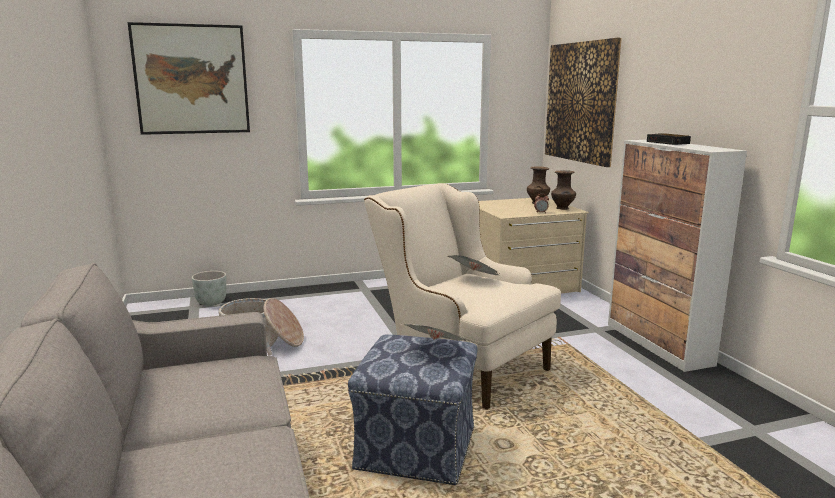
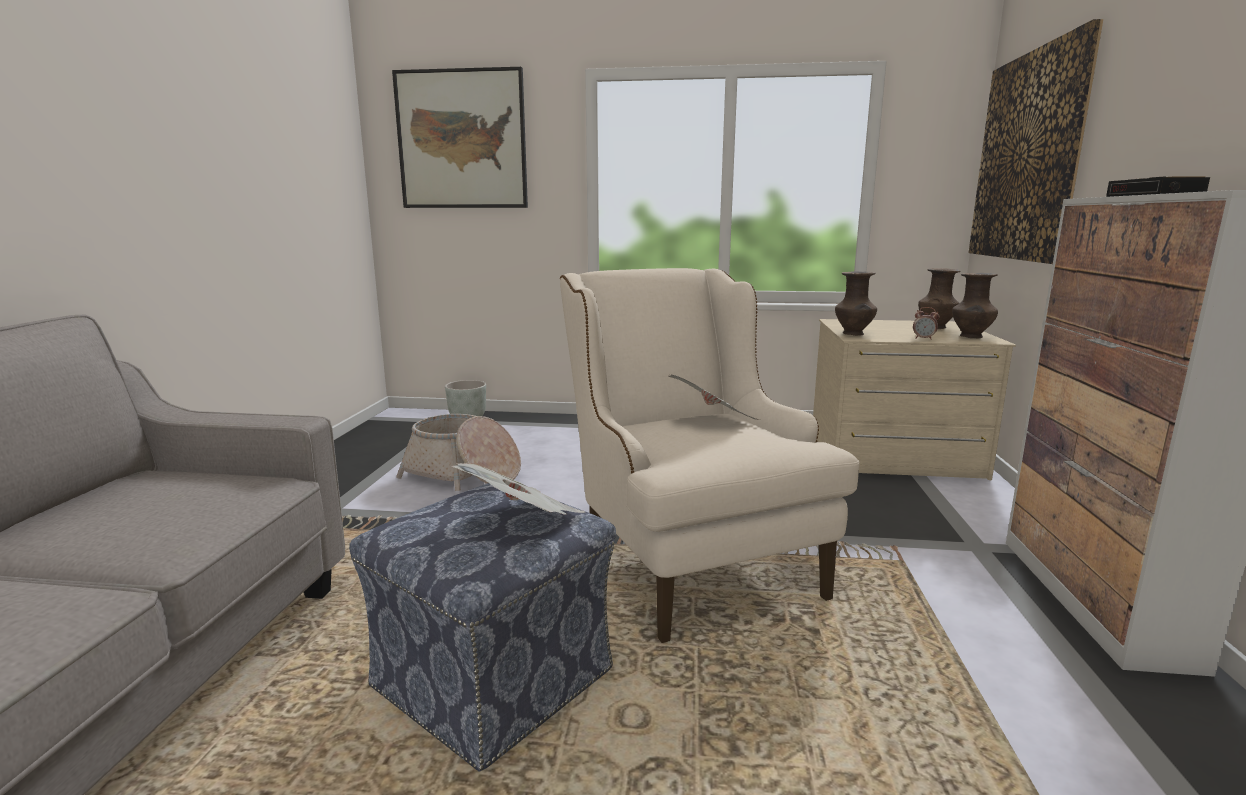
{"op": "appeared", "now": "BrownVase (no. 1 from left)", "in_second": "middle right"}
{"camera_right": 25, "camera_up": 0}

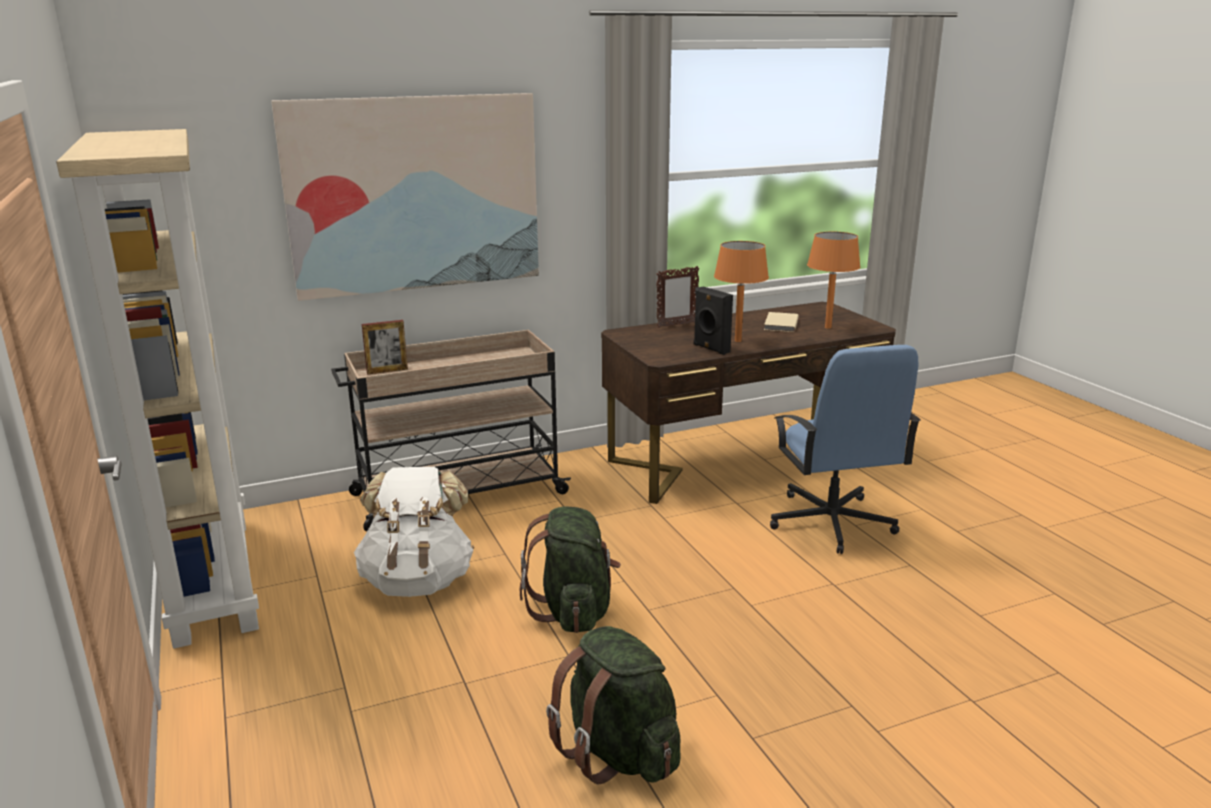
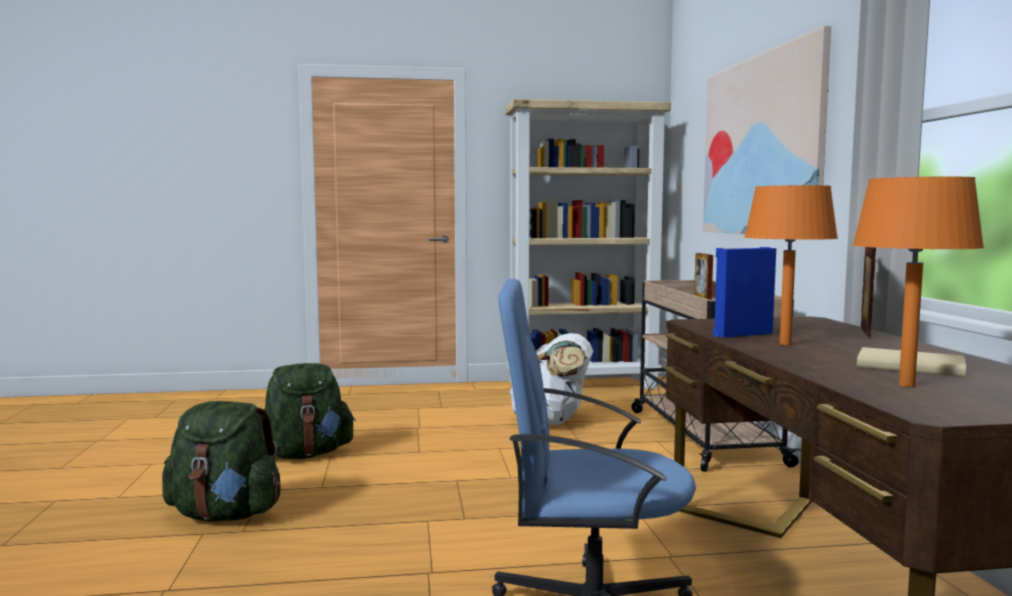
{"op": "spun", "was": "PictureFrame (no. 2 from left)", "in_first": "centre", "in_second": "middle right", "clockwise": -150}
{"op": "colour", "was": "BlackSpeaker", "now": "BlueSpeaker", "in_first": "centre", "in_second": "middle right"}
{"op": "relocated", "was": "GreenBackpack (no. 1 from left)", "in_first": "bottom centre", "in_second": "bottom left"}
{"camera_right": 105, "camera_up": -15}

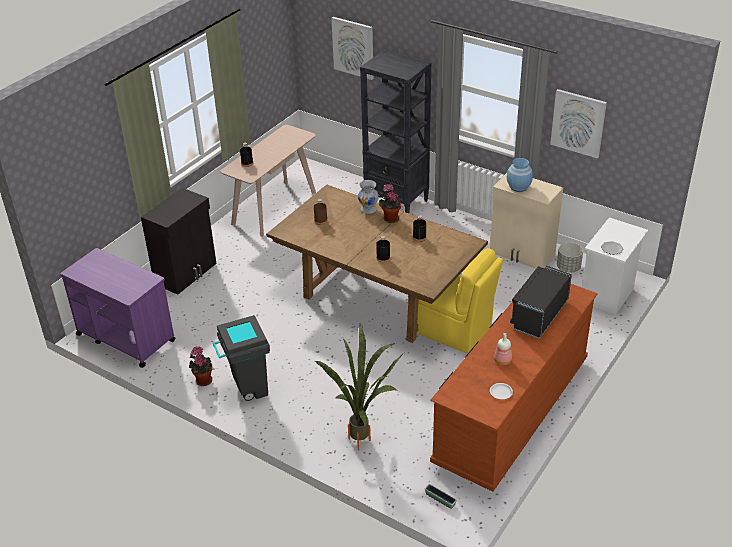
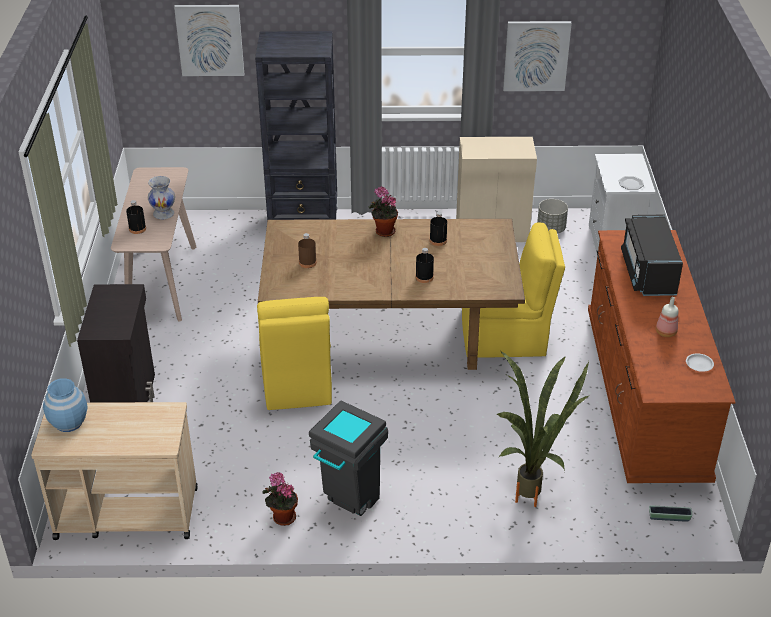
{"op": "relocated", "was": "BlueVase", "in_first": "top right", "in_second": "middle left"}
{"op": "relocated", "was": "WhiteVase", "in_first": "centre", "in_second": "top left"}
{"op": "colour", "was": "PurpleCart", "now": "BeigeCart", "in_first": "middle left", "in_second": "bottom left"}
{"op": "appeared", "now": "YellowChair (no. 1 from left)", "in_second": "centre"}
{"camera_right": -35, "camera_up": 0}

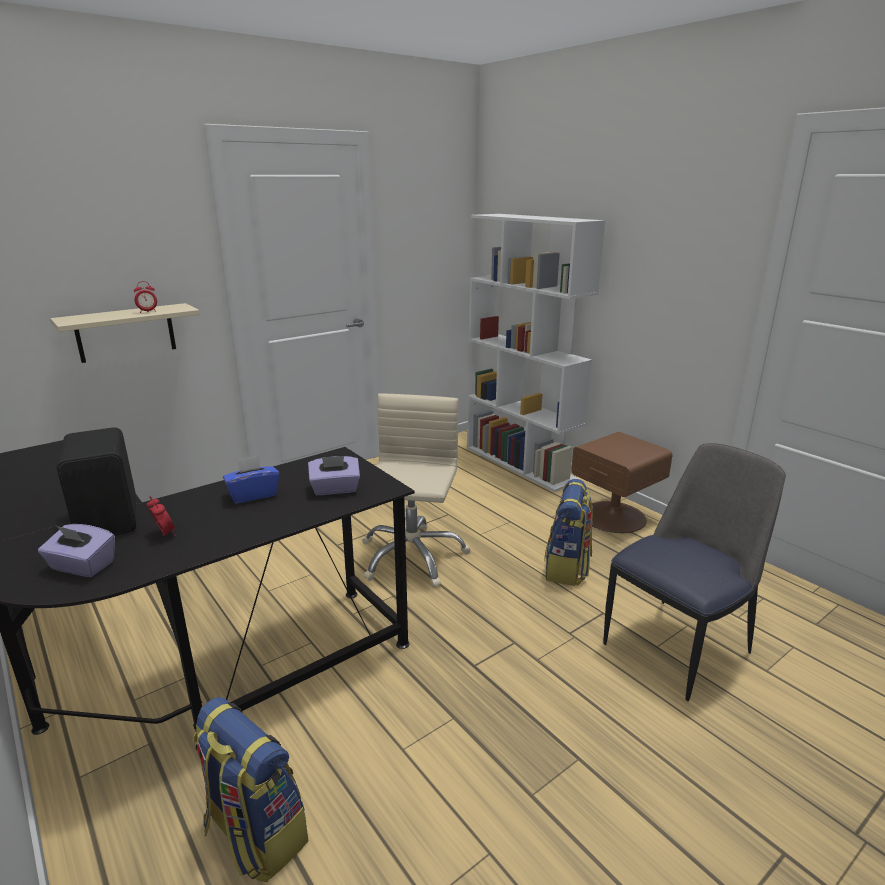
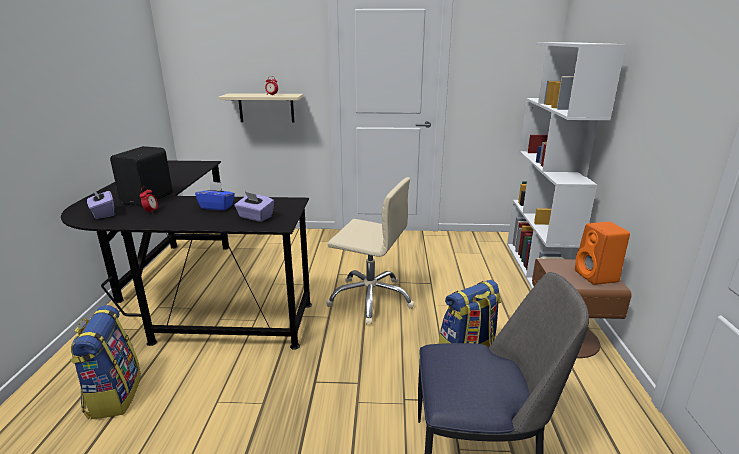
{"op": "spun", "was": "BeigeOfficeChair", "in_first": "centre", "in_second": "centre", "clockwise": 60}
{"op": "appeared", "now": "OrangeSpeaker", "in_second": "middle right"}
{"camera_right": 40, "camera_up": 0}

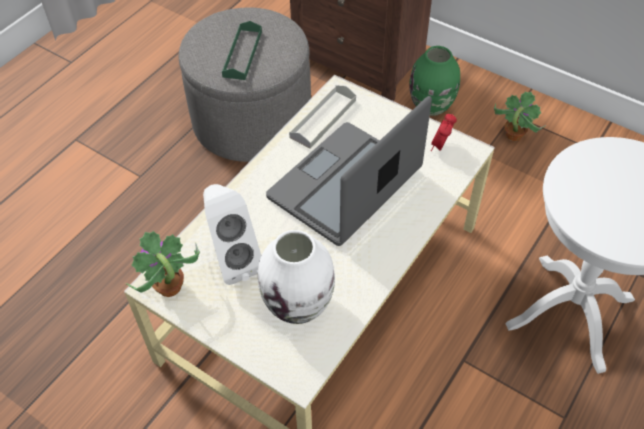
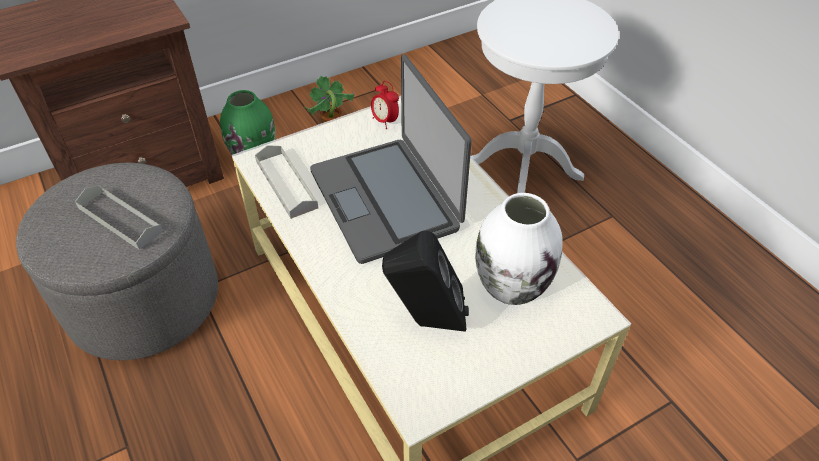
{"op": "colour", "was": "GreenTray", "now": "GreyTray (no. 1 from left)", "in_first": "top centre", "in_second": "middle left"}
{"op": "colour", "was": "WhiteSpeaker", "now": "BlackSpeaker", "in_first": "centre", "in_second": "centre"}
{"op": "missing", "was": "PottedPlant (no. 1 from left)", "in_first": "middle left"}
{"camera_right": -65, "camera_up": -5}

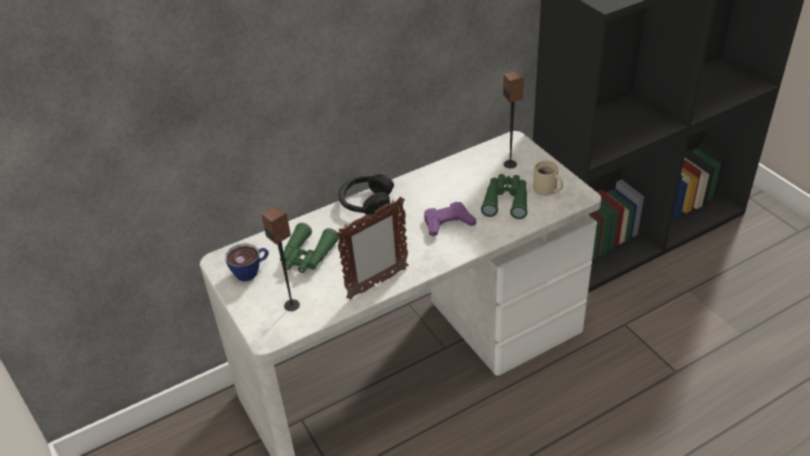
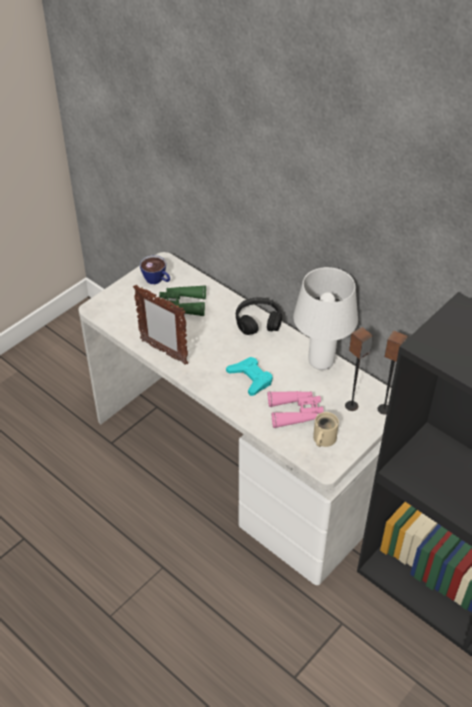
{"op": "colour", "was": "GreenBinoculars (no. 2 from left)", "now": "PinkBinoculars", "in_first": "centre", "in_second": "centre"}
{"op": "colour", "was": "PurpleGameController", "now": "TurquoiseGameController", "in_first": "centre", "in_second": "centre"}
{"op": "relocated", "was": "Speaker (no. 1 from left in the first image)", "now": "Speaker (no. 2 from left)", "in_first": "centre", "in_second": "middle right"}
{"op": "appeared", "now": "WhiteTableLamp", "in_second": "middle right"}
{"camera_right": 70, "camera_up": 5}

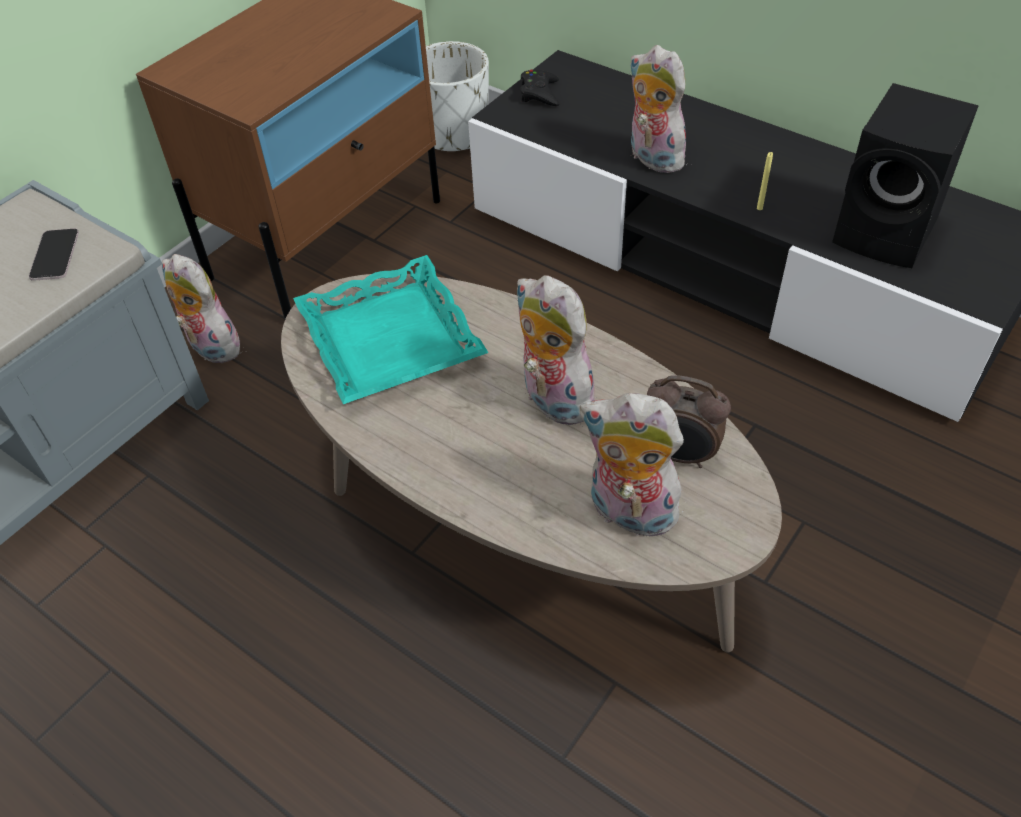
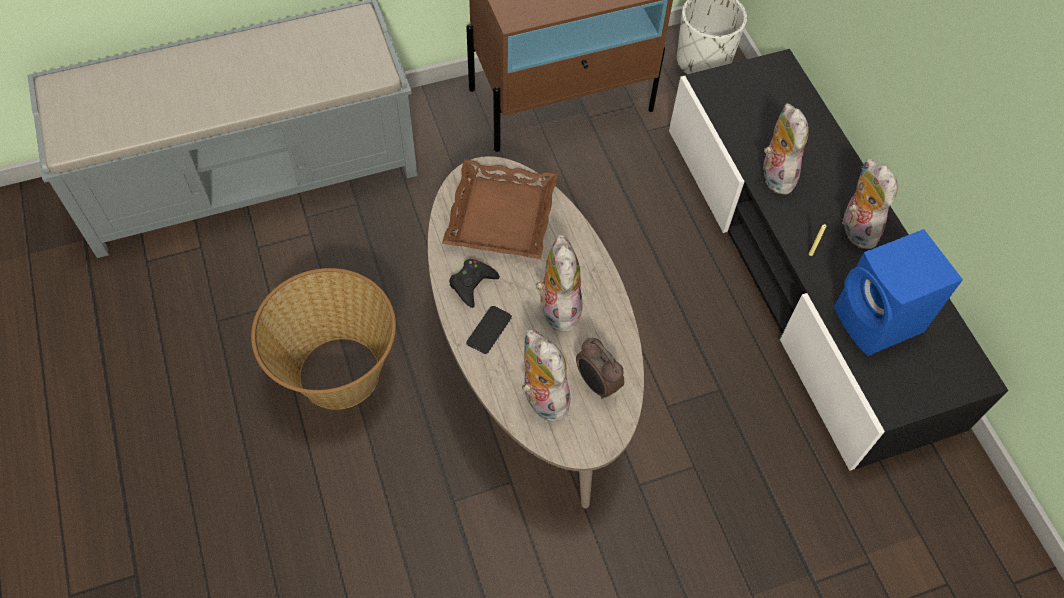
{"op": "relocated", "was": "BlackGameController", "in_first": "top centre", "in_second": "centre"}
{"op": "colour", "was": "BlackSpeaker", "now": "BlueSpeaker", "in_first": "top right", "in_second": "middle right"}
{"op": "relocated", "was": "Phone", "in_first": "top left", "in_second": "centre"}
{"op": "relocated", "was": "PlushToy (no. 1 from left in the first image)", "now": "PlushToy (no. 4 from left)", "in_first": "middle left", "in_second": "middle right"}
{"op": "colour", "was": "TurquoiseTray", "now": "BrownTray", "in_first": "centre", "in_second": "centre"}
{"op": "appeared", "now": "Basket", "in_second": "middle left"}
{"camera_right": 30, "camera_up": 10}

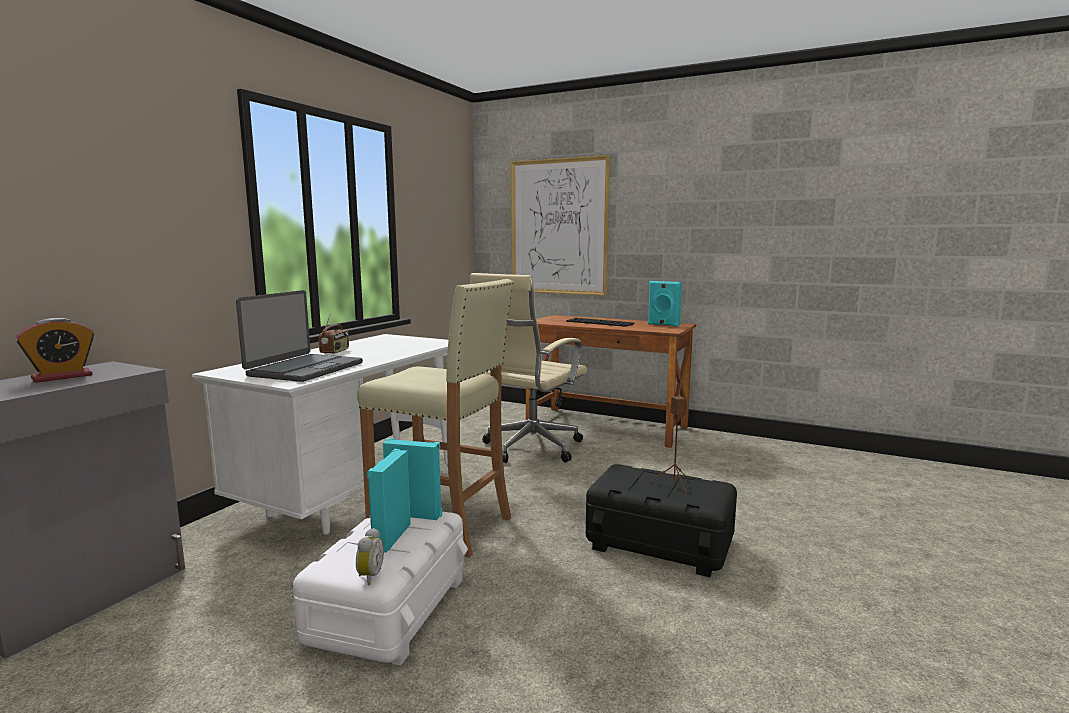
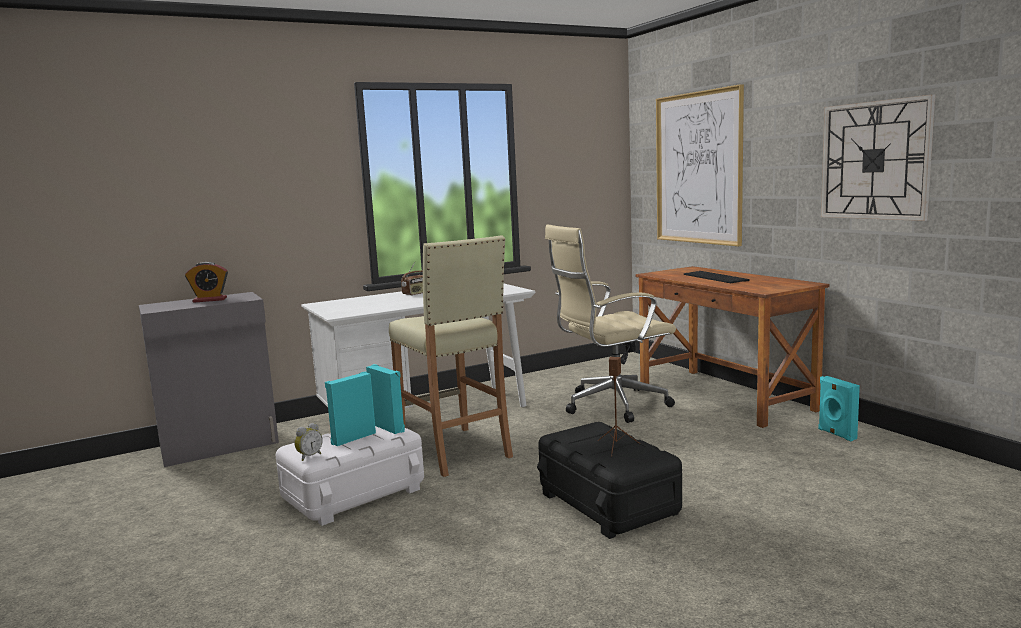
{"op": "relocated", "was": "TurquoiseSpeaker (no. 3 from left)", "in_first": "centre", "in_second": "middle right"}
{"op": "missing", "was": "Laptop", "in_first": "middle left"}
{"op": "appeared", "now": "WallClock", "in_second": "top right"}
{"camera_right": 35, "camera_up": 0}

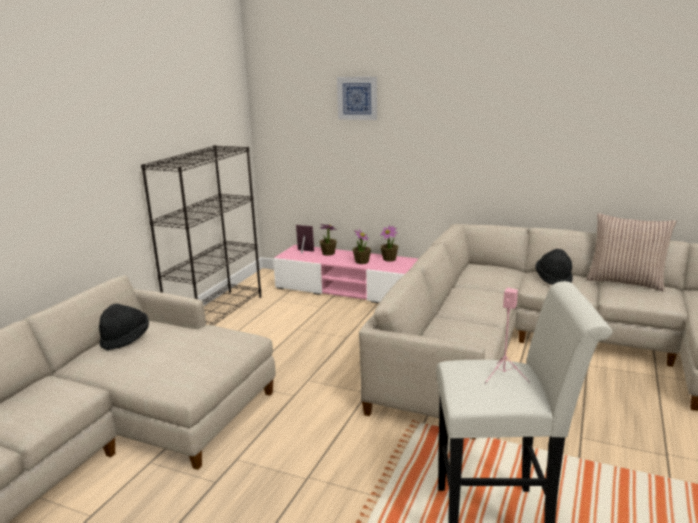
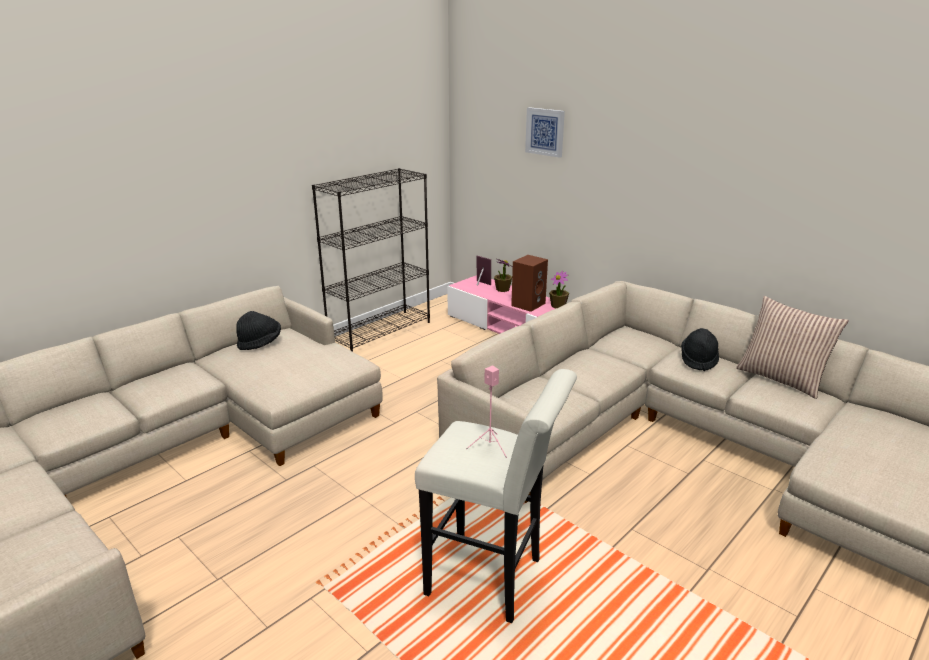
{"op": "exchanged", "was": "PottedPlant (no. 2 from left)", "now": "BrownSpeaker", "in_first": "centre", "in_second": "centre"}
{"camera_right": 20, "camera_up": 5}

